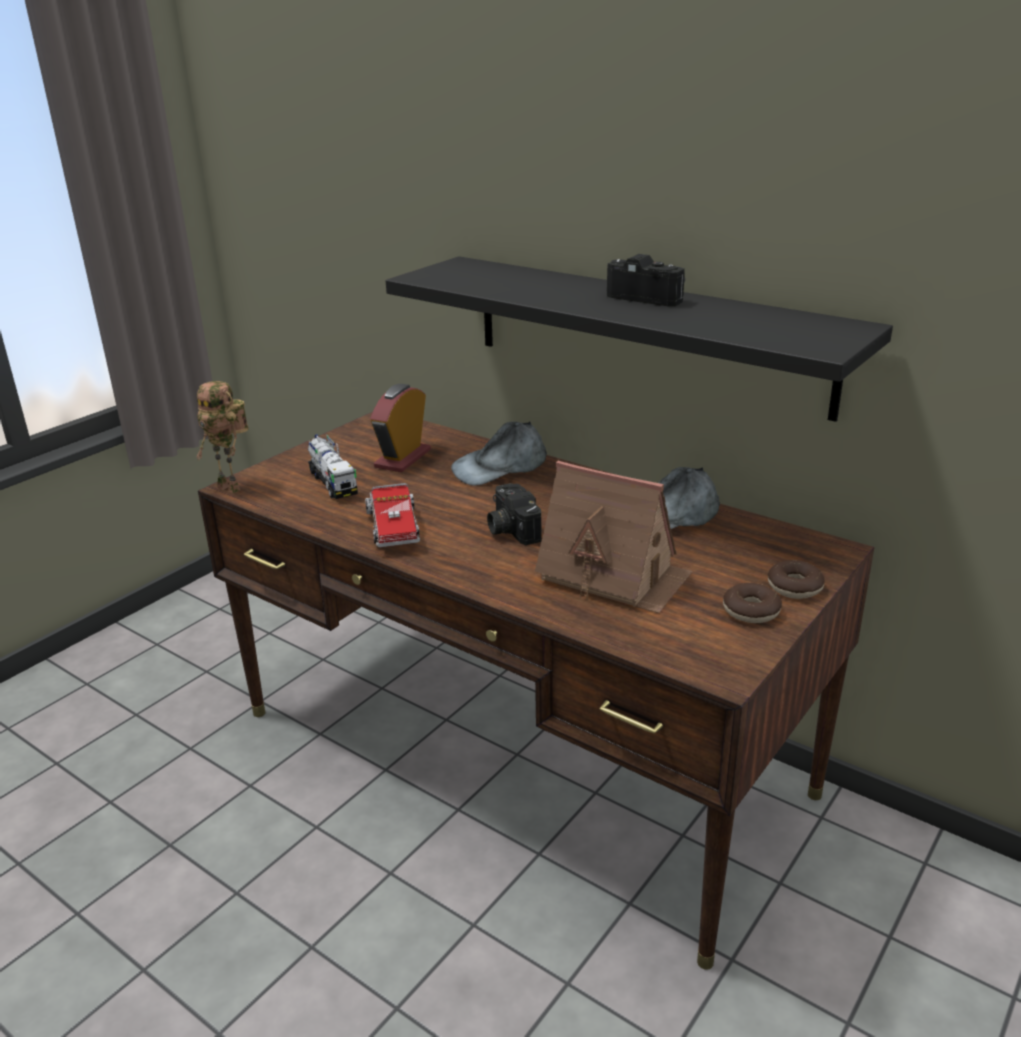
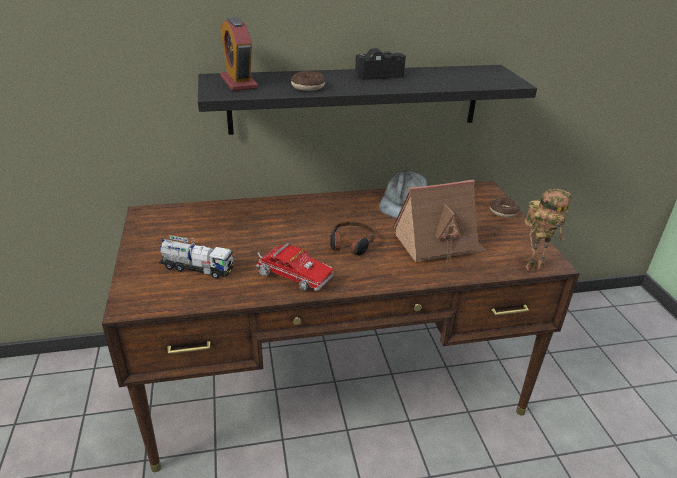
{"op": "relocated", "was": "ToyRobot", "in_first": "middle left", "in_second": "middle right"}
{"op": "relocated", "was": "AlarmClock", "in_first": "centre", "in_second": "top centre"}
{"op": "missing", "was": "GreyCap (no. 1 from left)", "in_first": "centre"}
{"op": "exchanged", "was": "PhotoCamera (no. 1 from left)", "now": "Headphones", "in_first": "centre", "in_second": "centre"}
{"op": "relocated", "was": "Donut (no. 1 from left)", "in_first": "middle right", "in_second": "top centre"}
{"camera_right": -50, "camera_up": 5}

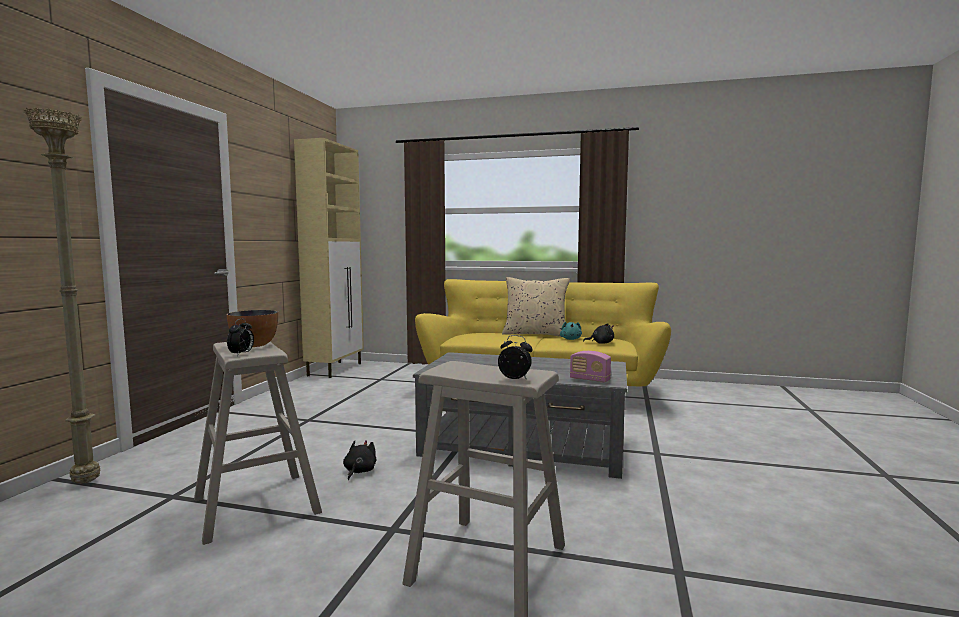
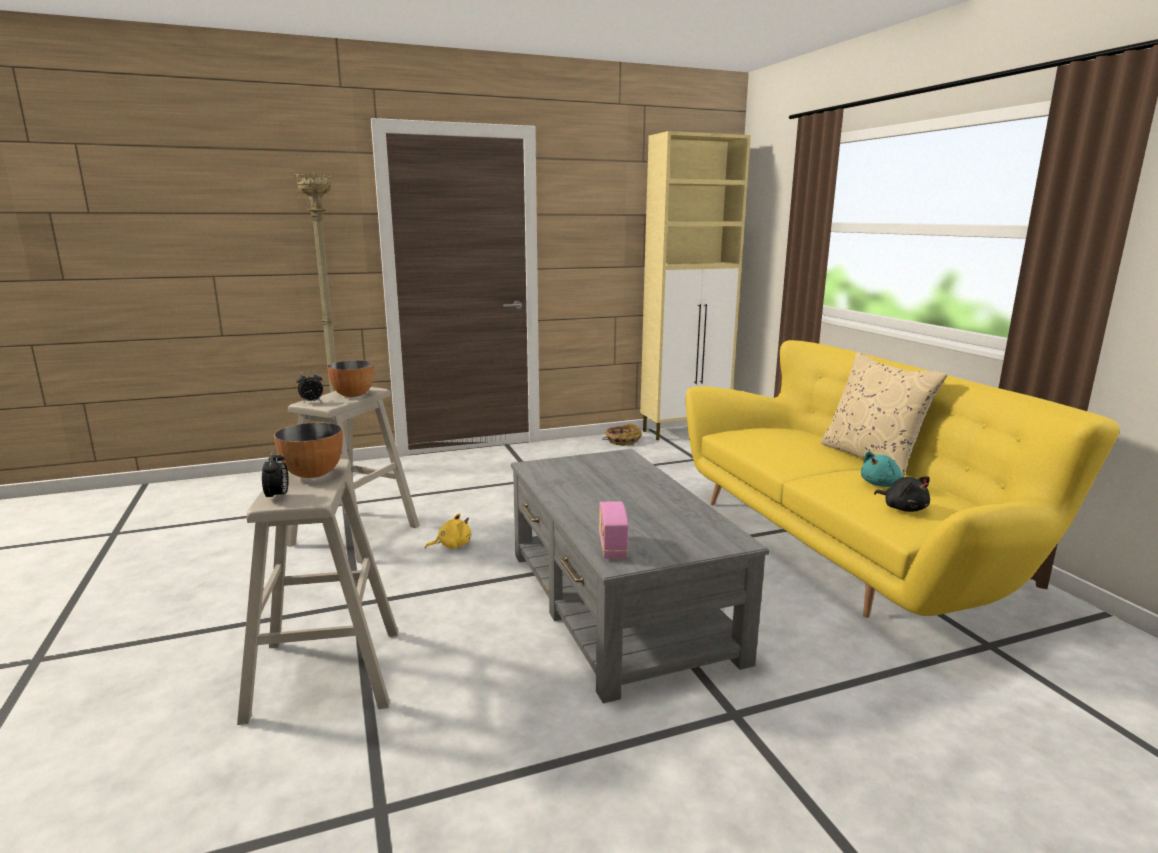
{"op": "colour", "was": "BlackPlushToy (no. 1 from left)", "now": "YellowPlushToy", "in_first": "bottom centre", "in_second": "centre"}
{"op": "appeared", "now": "Bowl (no. 1 from left)", "in_second": "middle left"}
{"op": "appeared", "now": "Basket", "in_second": "centre"}
{"camera_right": 55, "camera_up": 10}

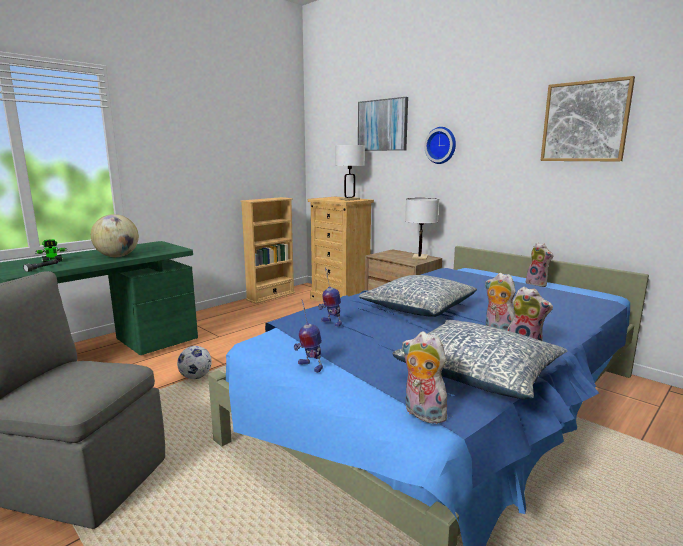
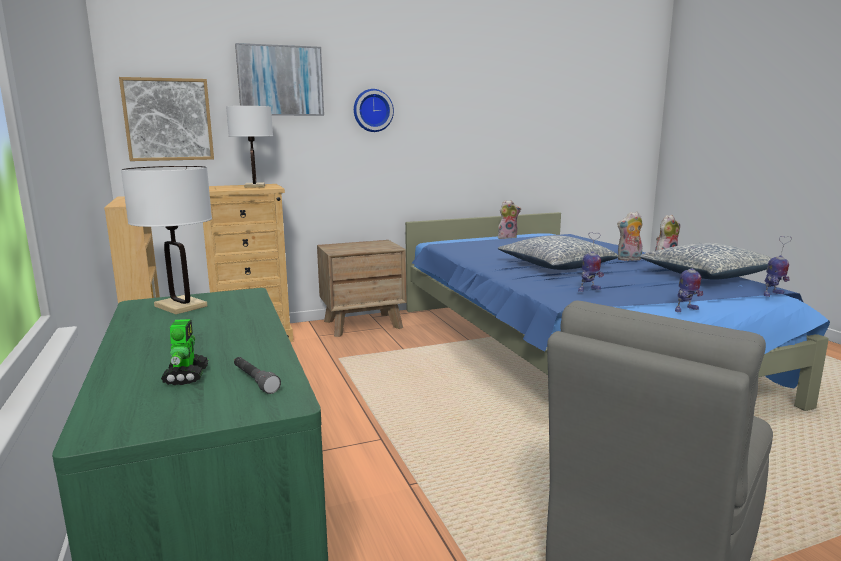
{"op": "relocated", "was": "Picture (no. 2 from left in the first image)", "now": "Picture (no. 1 from left)", "in_first": "top right", "in_second": "top left"}
{"op": "relocated", "was": "WhiteTableLamp (no. 2 from left in the first image)", "now": "WhiteTableLamp (no. 1 from left)", "in_first": "centre", "in_second": "middle left"}
{"op": "missing", "was": "Globe", "in_first": "middle left"}
{"op": "exchanged", "was": "PlushToy (no. 1 from left)", "now": "ToyRobot (no. 4 from left)", "in_first": "bottom centre", "in_second": "middle right"}
{"op": "missing", "was": "Football", "in_first": "middle left"}
{"camera_right": -65, "camera_up": 0}

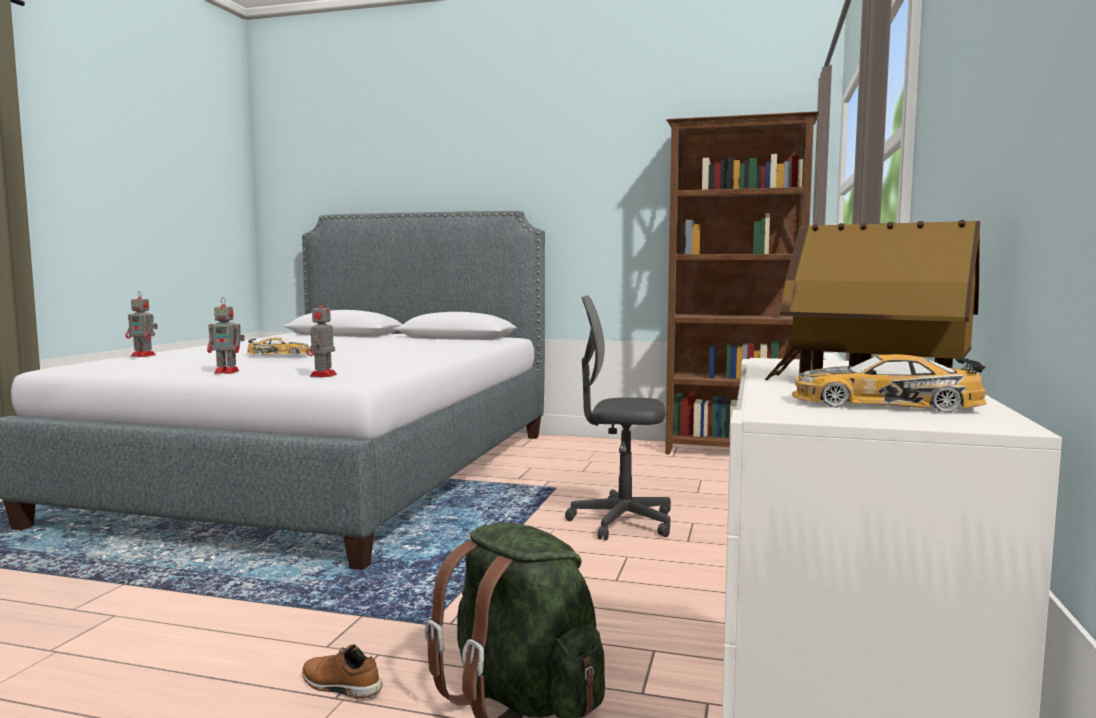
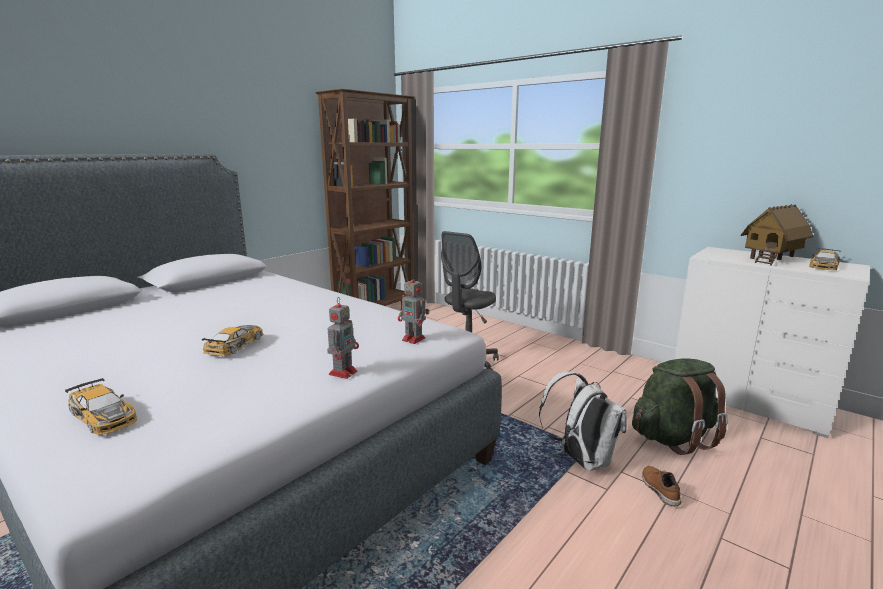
{"op": "exchanged", "was": "ToyRobot (no. 1 from left)", "now": "ToyCar (no. 1 from left)", "in_first": "middle left", "in_second": "bottom left"}
{"op": "spun", "was": "BrownShoe", "in_first": "bottom left", "in_second": "bottom right", "clockwise": 120}
{"op": "appeared", "now": "WhiteBackpack", "in_second": "bottom centre"}
{"camera_right": -65, "camera_up": 10}

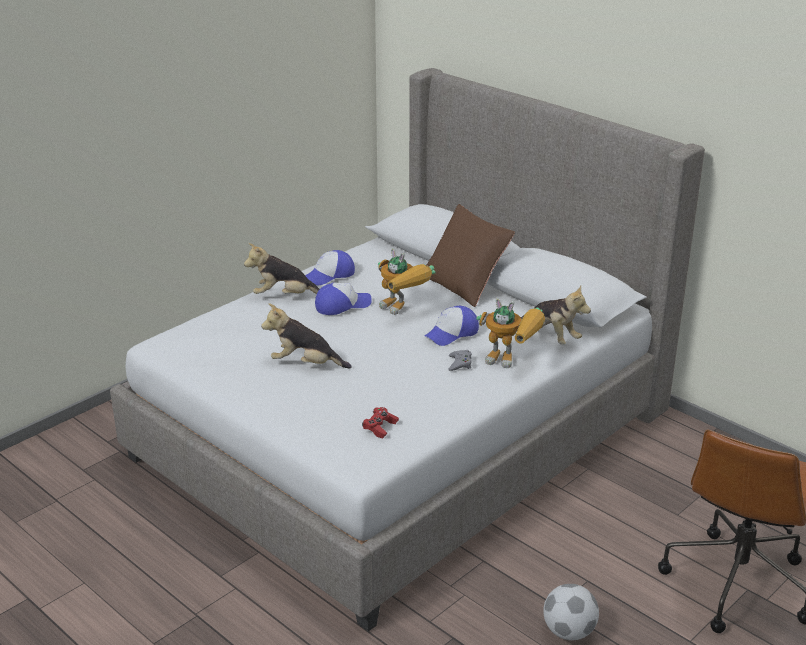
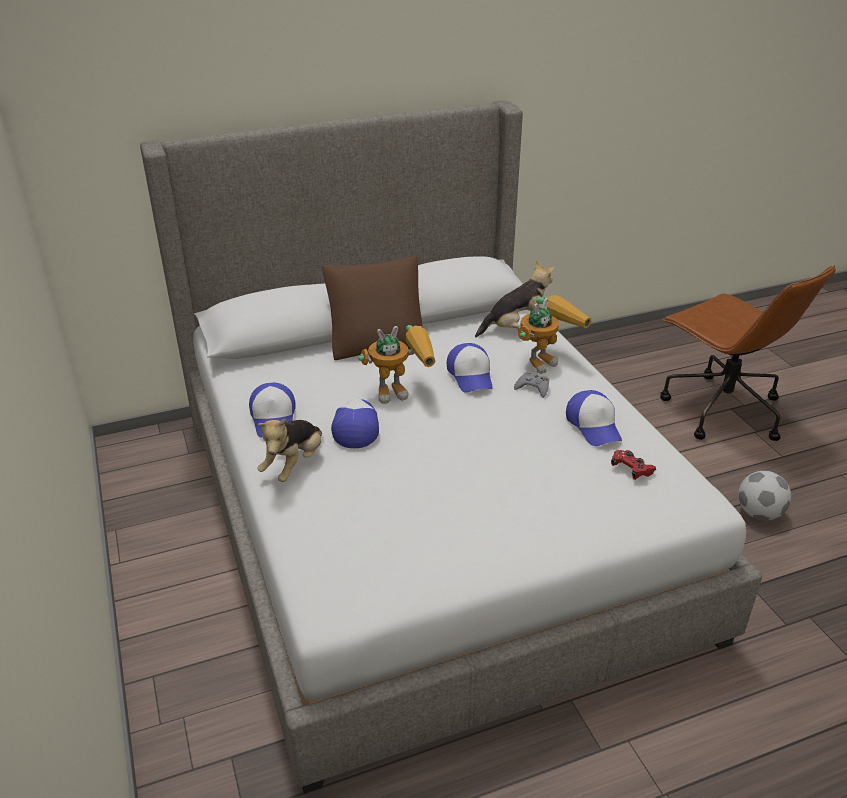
{"op": "missing", "was": "PlushToy (no. 2 from left)", "in_first": "centre"}
{"op": "appeared", "now": "Cap (no. 4 from left)", "in_second": "middle right"}
{"camera_right": -65, "camera_up": 5}

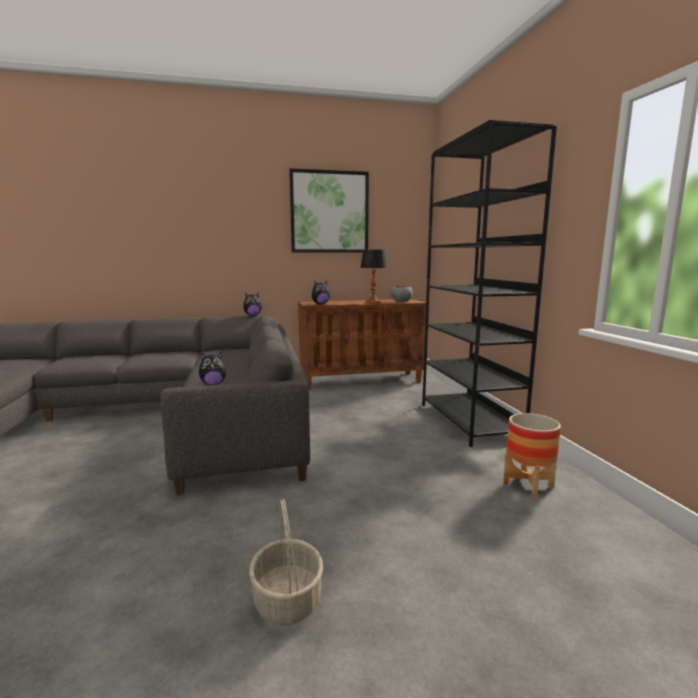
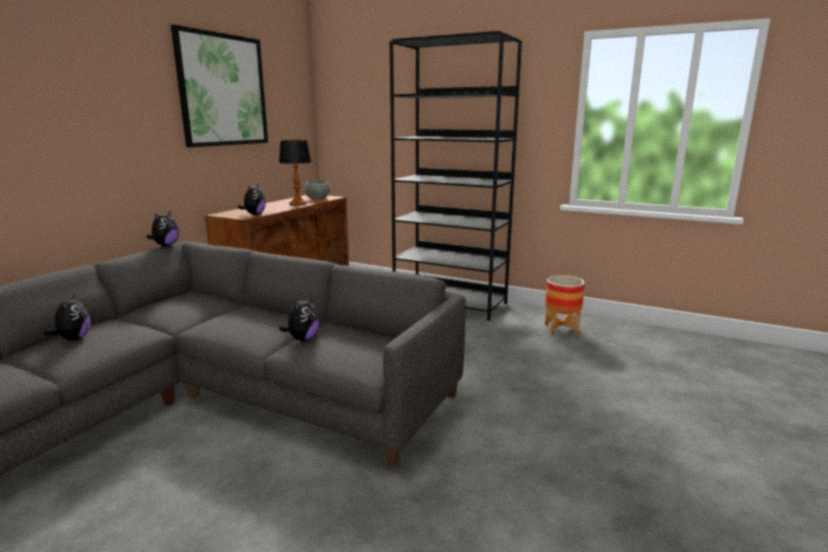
{"op": "missing", "was": "Basket", "in_first": "bottom centre"}
{"op": "appeared", "now": "PlushToy (no. 1 from left)", "in_second": "middle left"}
{"camera_right": -50, "camera_up": 5}

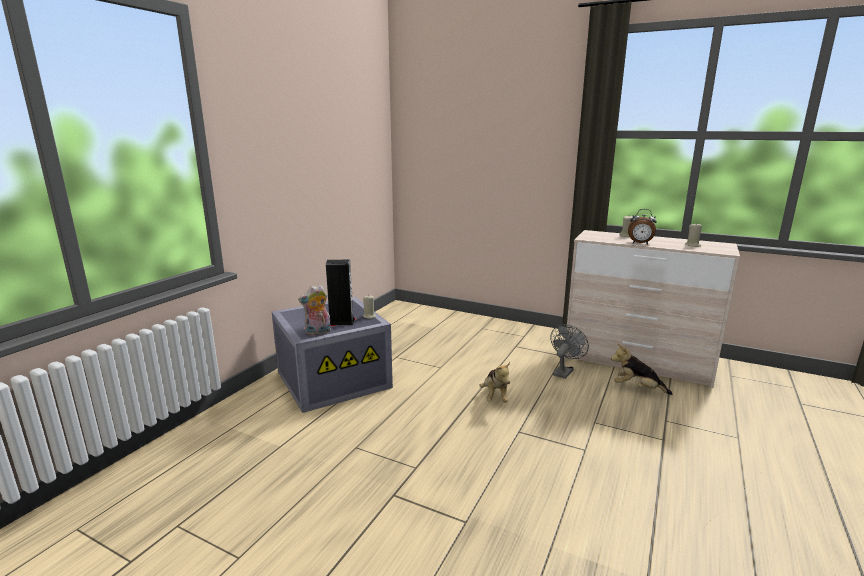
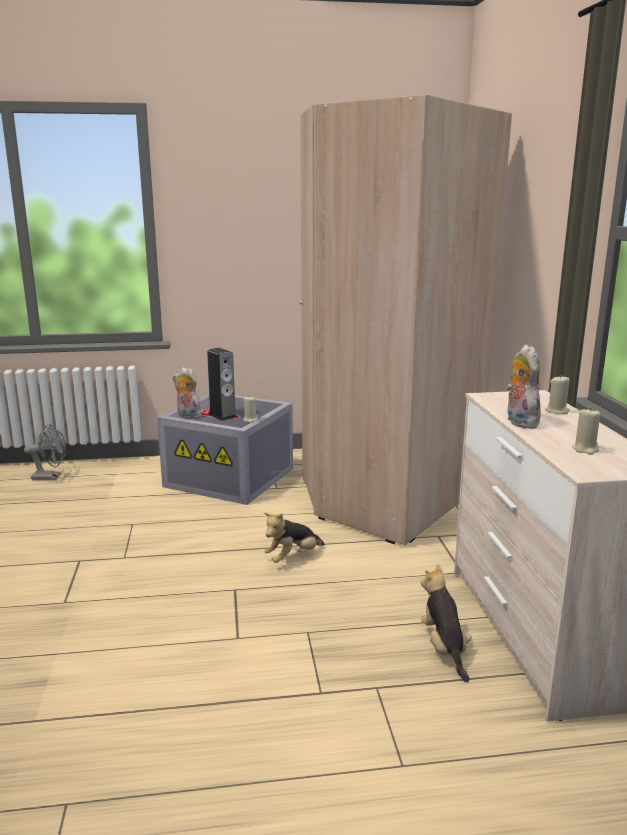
{"op": "exchanged", "was": "AlarmClock", "now": "PlushToy (no. 4 from left)", "in_first": "middle right", "in_second": "middle right"}
{"op": "relocated", "was": "GreyFan", "in_first": "centre", "in_second": "middle left"}
{"op": "appeared", "now": "BeigeWardrobe", "in_second": "centre"}
{"camera_right": 55, "camera_up": 0}

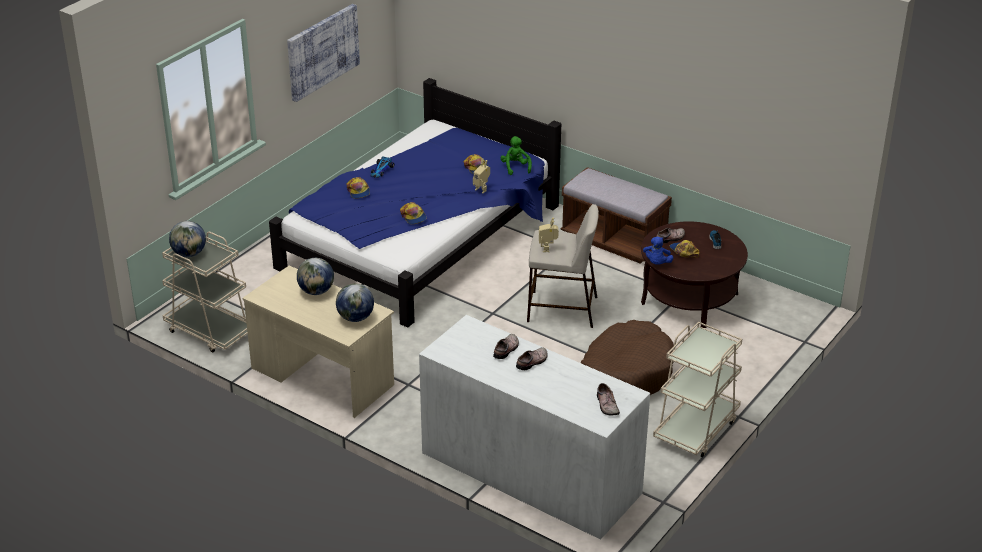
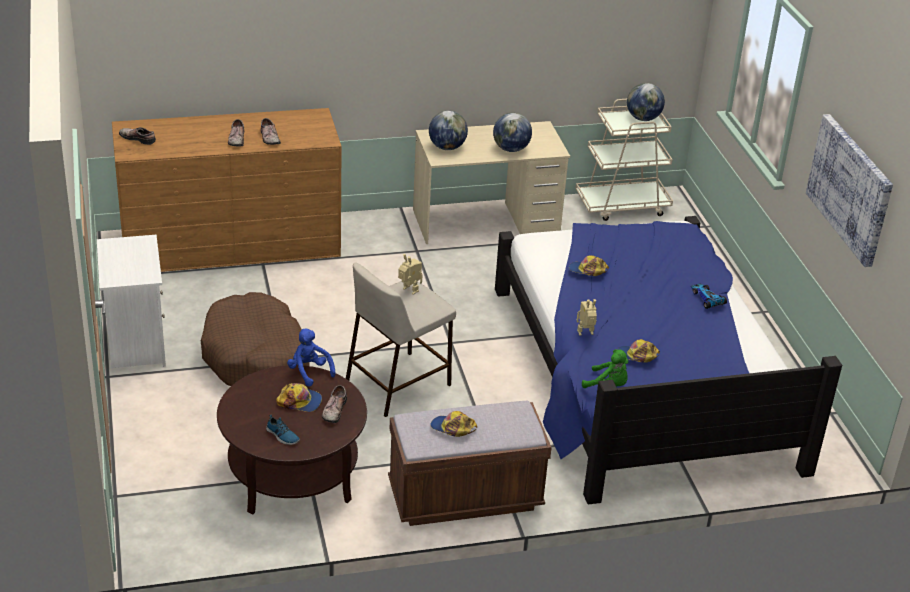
{"op": "relocated", "was": "Cap (no. 1 from left in the first image)", "now": "Cap (no. 2 from left)", "in_first": "centre", "in_second": "bottom centre"}
{"op": "colour", "was": "WhiteDresser", "now": "BrownDresser", "in_first": "bottom centre", "in_second": "top left"}
{"op": "exchanged", "was": "BeigeCart (no. 2 from left)", "now": "WhiteNightstand", "in_first": "bottom right", "in_second": "middle left"}
{"camera_right": 130, "camera_up": 0}

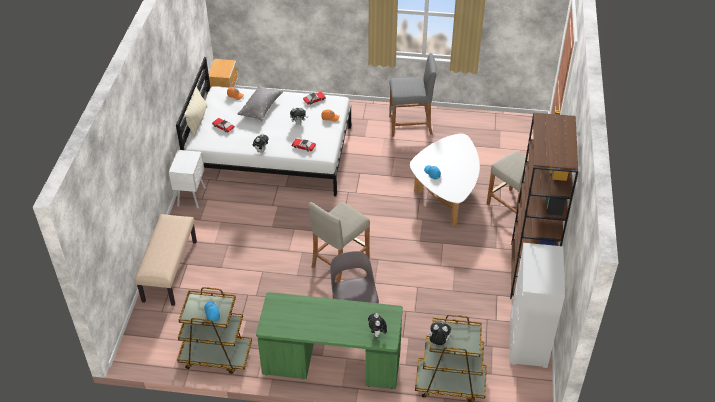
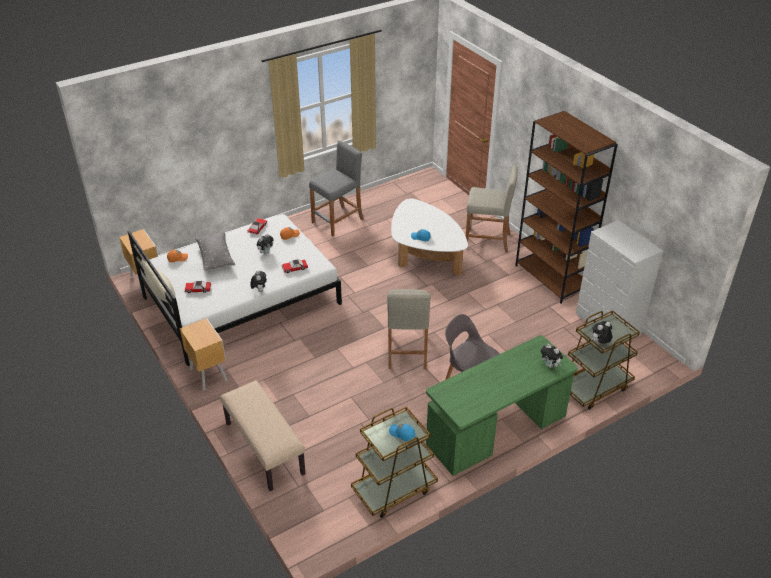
{"op": "colour", "was": "WhiteNightstand", "now": "BrownNightstand (no. 2 from left)", "in_first": "middle left", "in_second": "middle left"}
{"camera_right": -40, "camera_up": -5}

